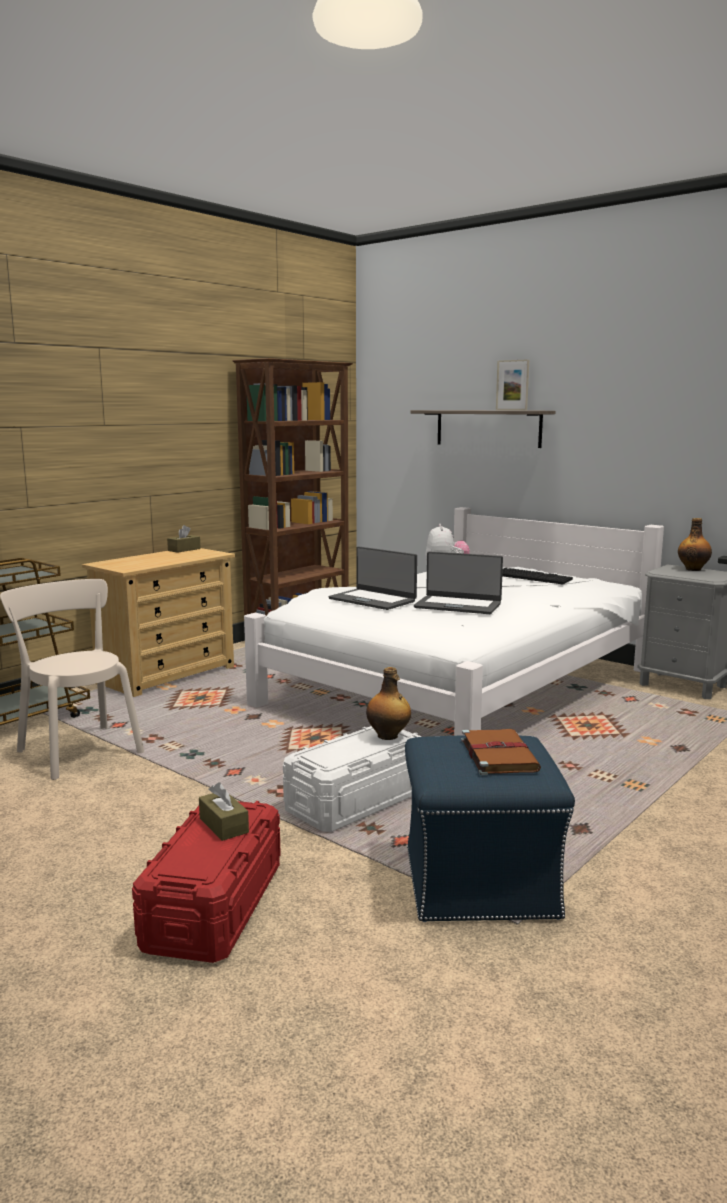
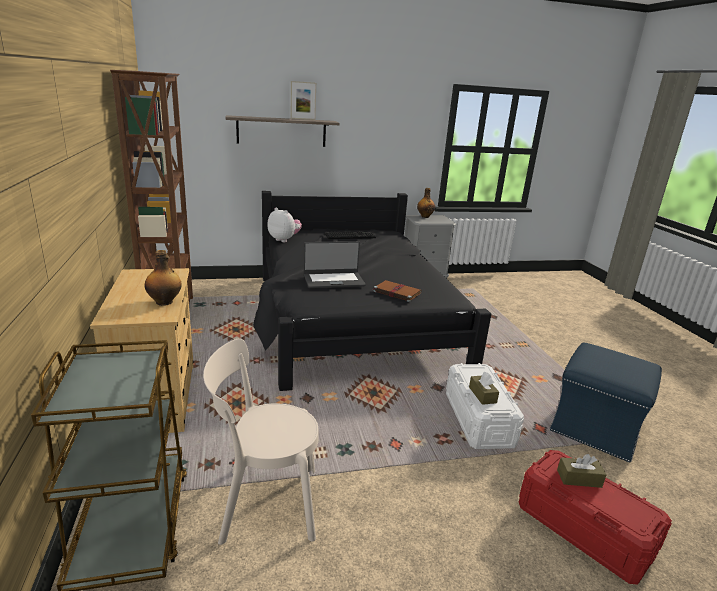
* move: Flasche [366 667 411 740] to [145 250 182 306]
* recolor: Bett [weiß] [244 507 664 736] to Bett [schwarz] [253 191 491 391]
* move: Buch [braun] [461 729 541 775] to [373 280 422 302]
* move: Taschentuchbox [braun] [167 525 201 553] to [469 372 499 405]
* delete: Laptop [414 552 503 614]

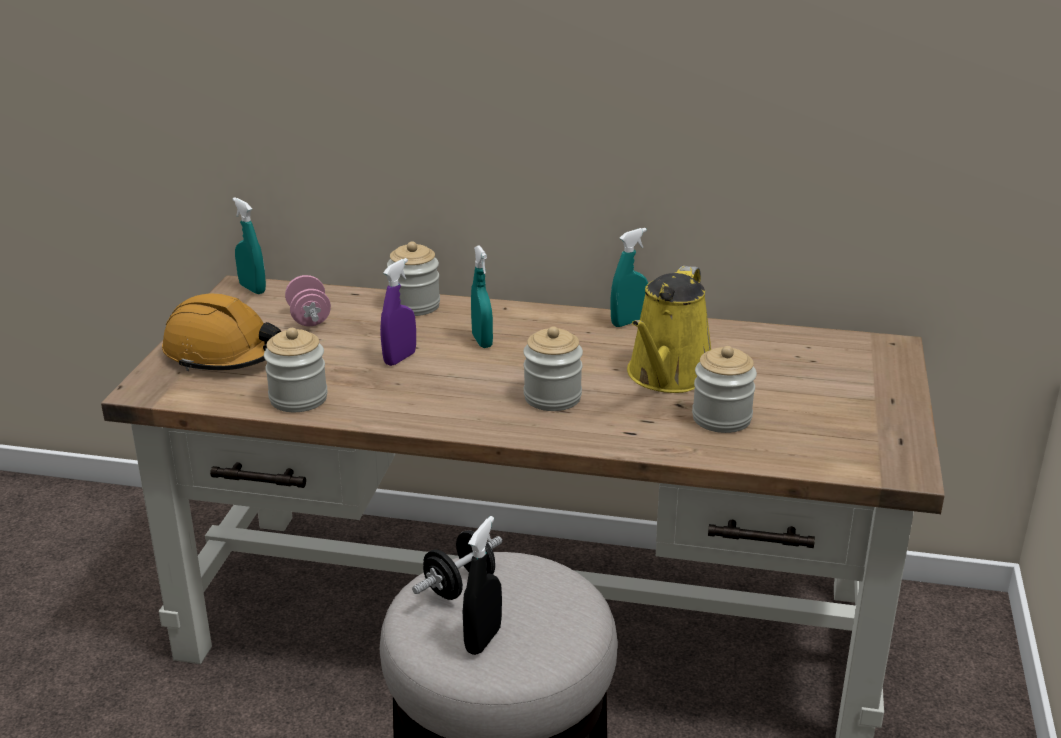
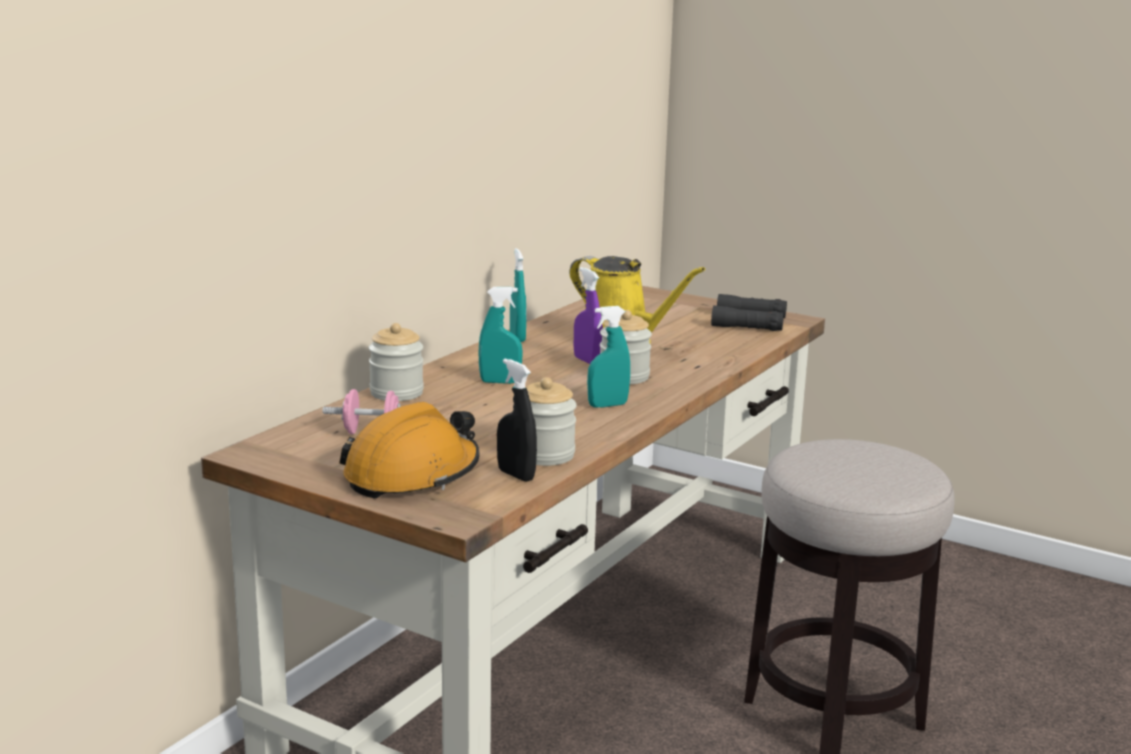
* move: Sprühflasche [schwarz] [463 516 502 655] to [497 358 537 482]
* move: Sprühflasche [lila] [380 258 416 366] to [574 267 603 364]
* move: Sprühflasche [türkis] [233 197 266 294] to [587 306 630 408]
* insert: Fernglas [schwarz] [711 294 787 331]
* delete: Hantel [schwarz] [412 530 502 600]
* delete: Vorratsglas [692 346 757 433]

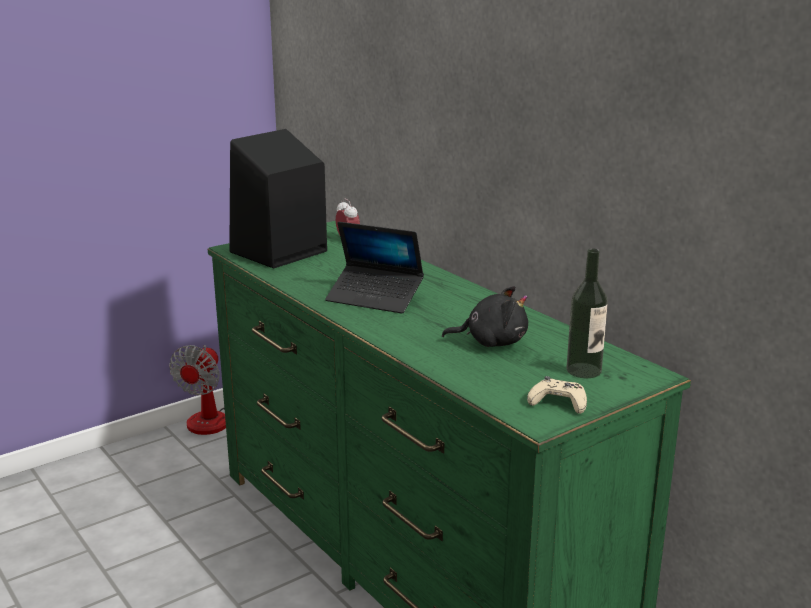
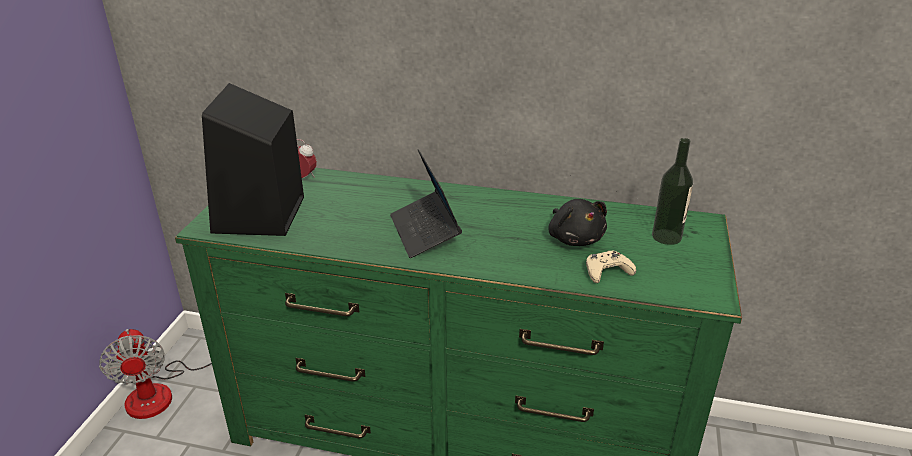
* rotate: Laptop [325 222 424 313] = [390 149 462 258] 90 degrees clockwise
* rotate: Plüschtier [schwarz] [442 286 528 347] = [549 199 607 246] 105 degrees clockwise
* move: Gamepad [beige] [527 376 587 414] to [586 251 636 283]

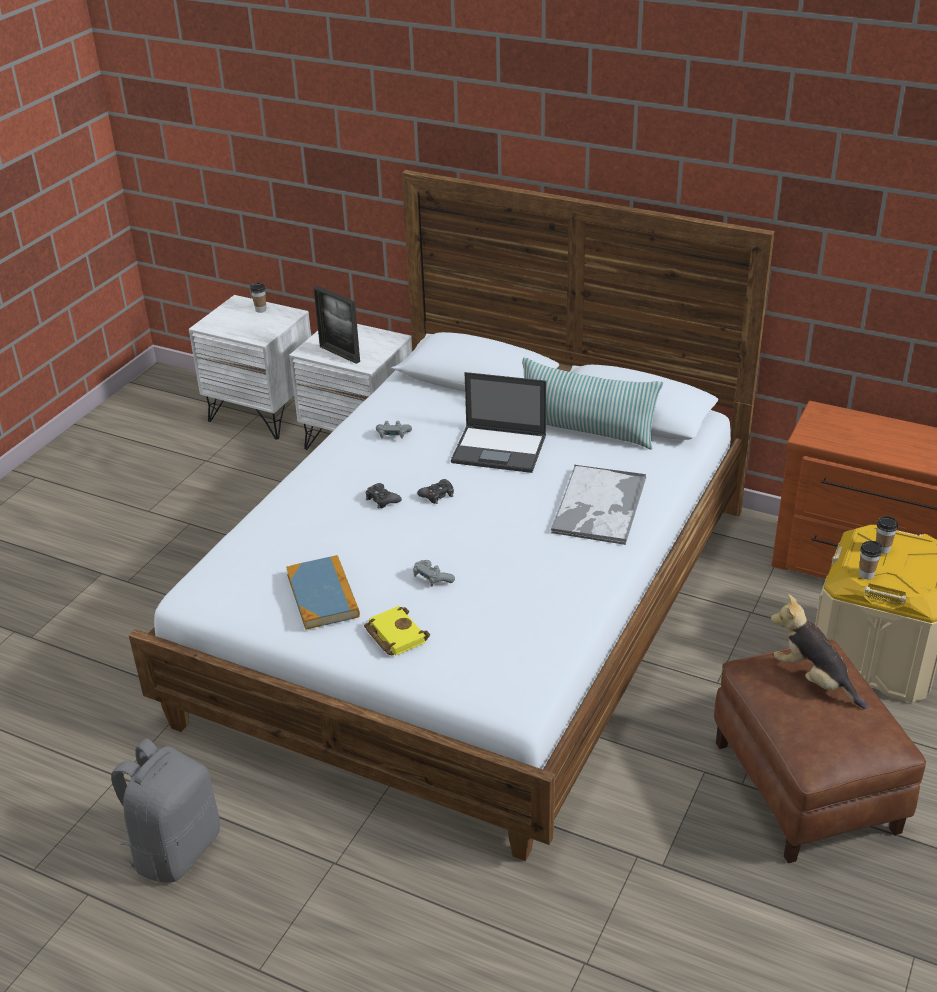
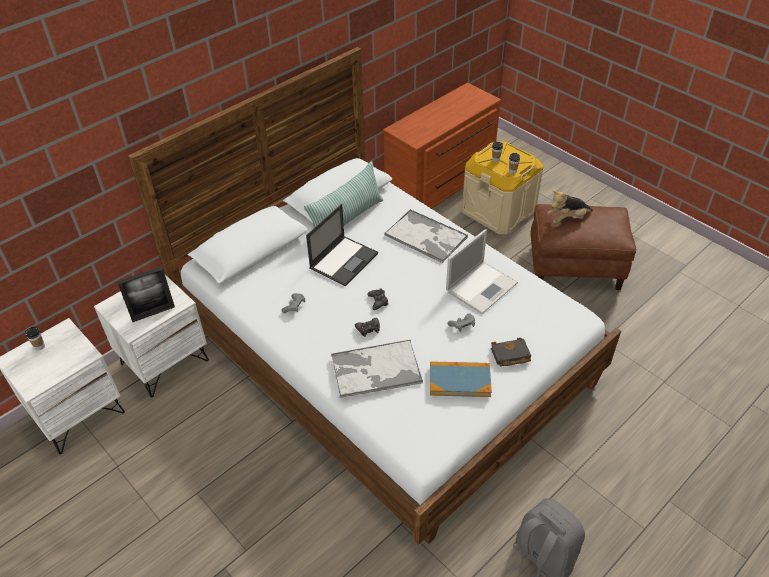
* insert: Tablett [331 340 423 398]
* insert: Laptop [446 229 518 314]
* recolor: Buch [gelb] [364 606 430 656] to Buch [schwarz] [491 337 531 367]

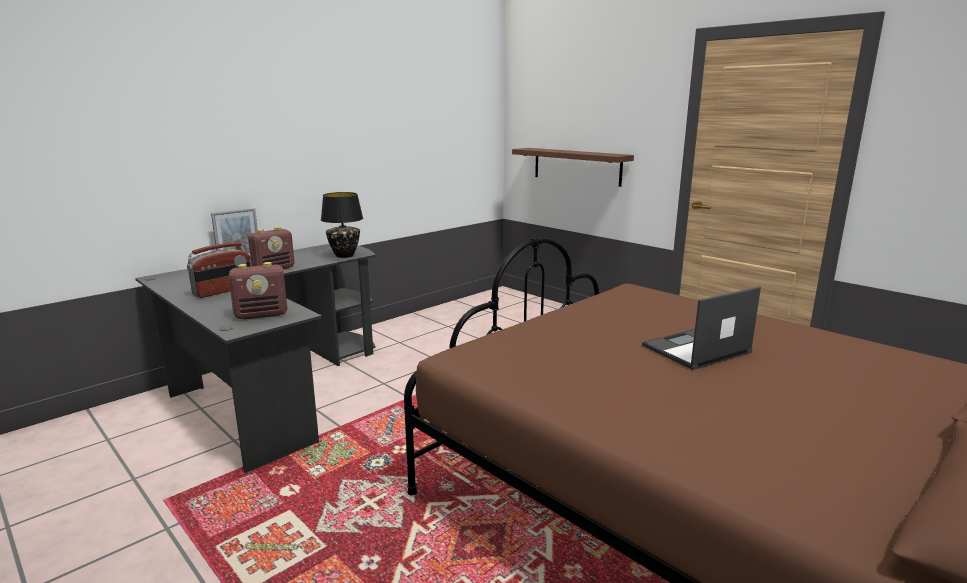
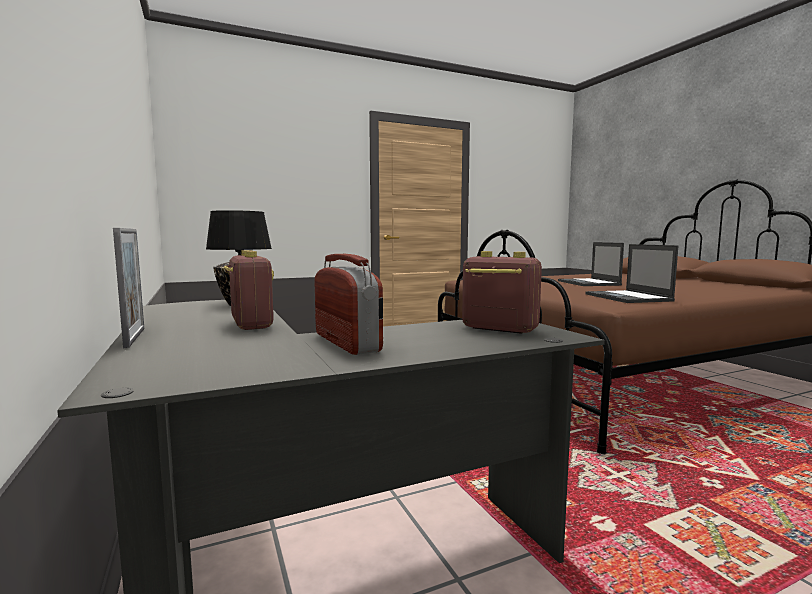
* rotate: Radio [229 262 287 320] = [462 251 542 334] 60 degrees counterclockwise
* insert: Laptop [585 244 678 303]
* delete: Wandregal [braun] [512 148 634 187]

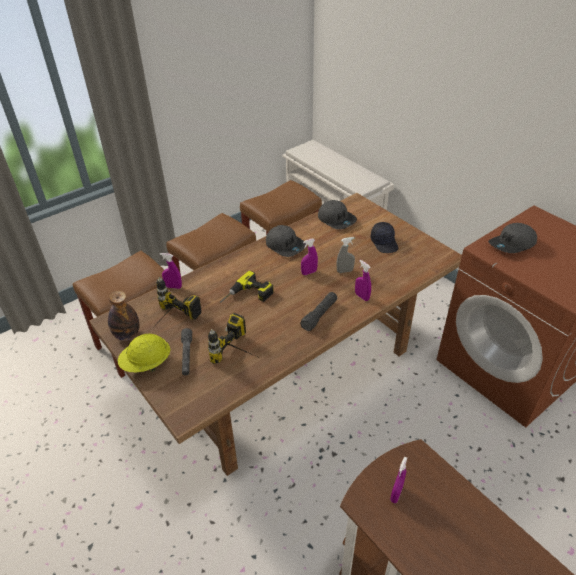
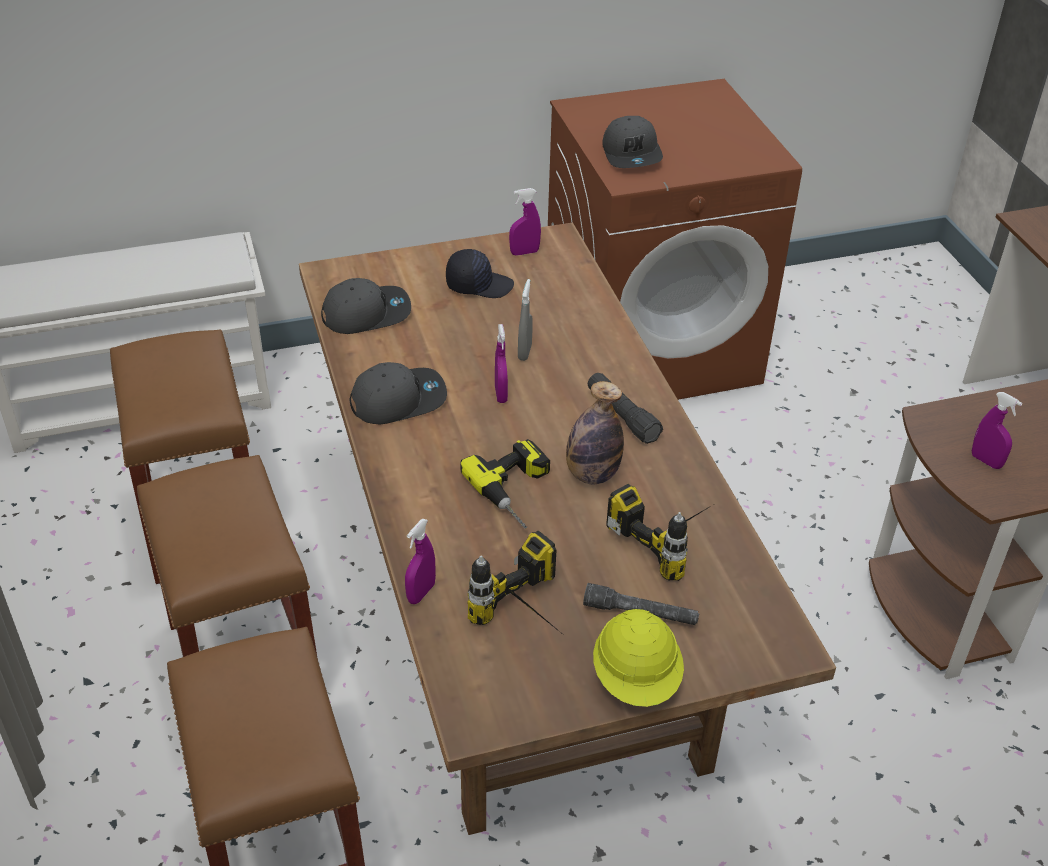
* move: Sprühflasche [lila] [355 260 371 301] to [509 188 541 256]
* move: Flasche [108 290 139 341] to [566 381 624 485]

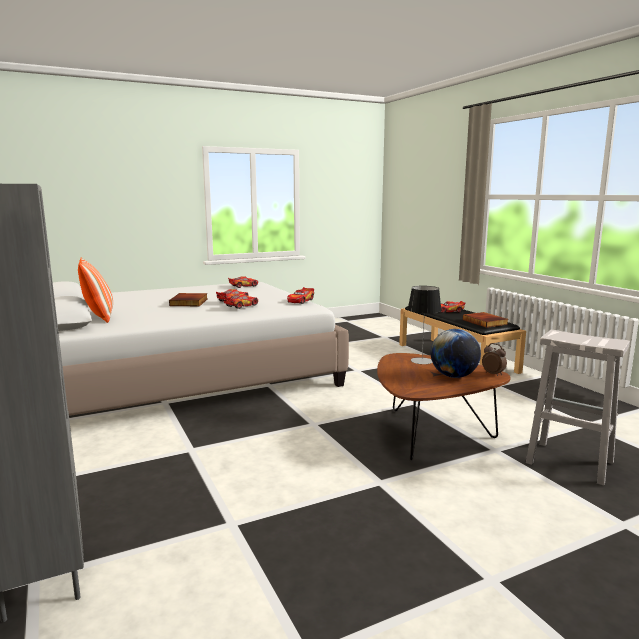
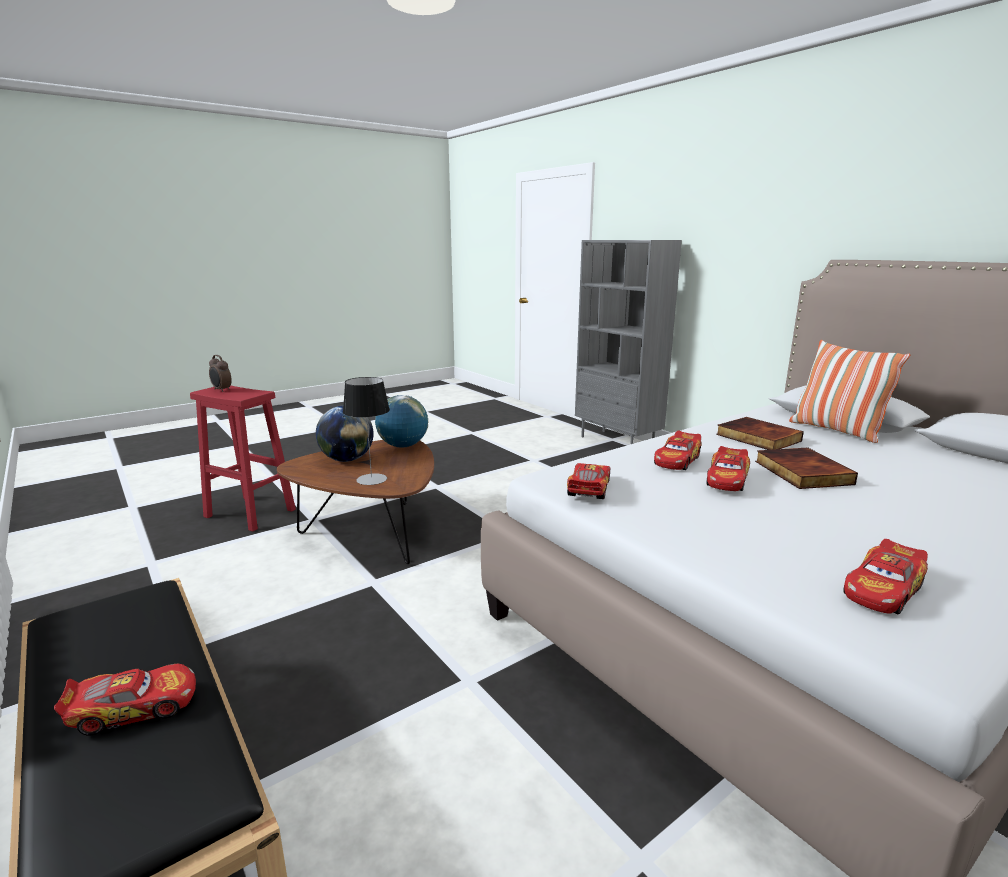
* recolor: Hocker [weiß] [526 330 630 486] to Hocker [rot] [190 386 296 532]
* move: Wecker [482 343 507 376] to [209 355 232 392]
* insert: Globus [375 395 428 447]
* move: Buch [463 312 508 328] to [716 417 804 450]

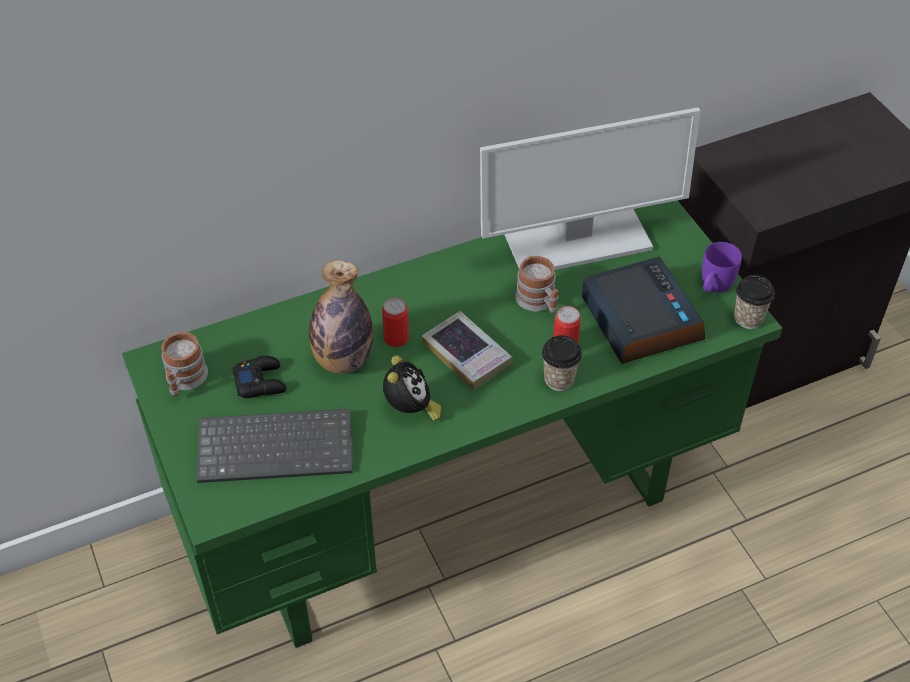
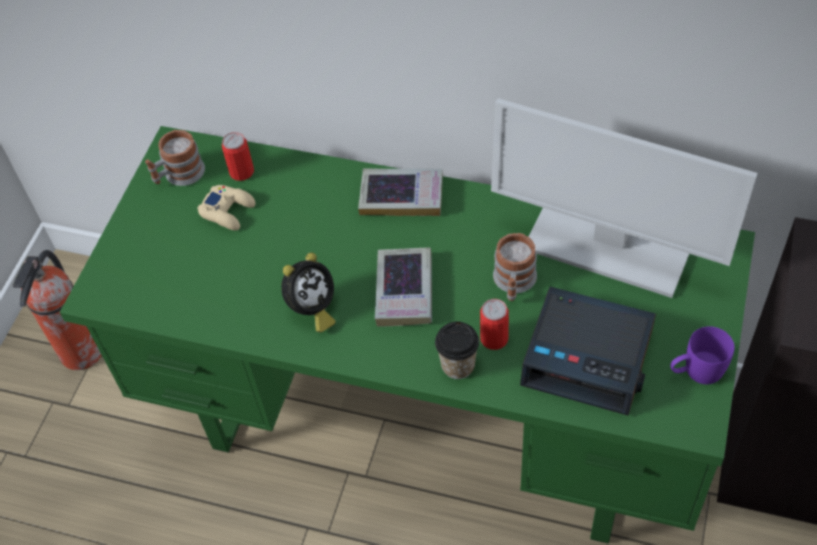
* insert: Feuerlöscher [13 250 101 370]
* recolor: Gamepad [schwarz] [232 356 286 398] to Gamepad [beige] [197 185 256 231]
* move: Dose [382 298 409 347] to [222 132 254 181]
* insert: Buch [358 169 443 216]
* rotate: Wecker [582 257 705 364] = [520 287 656 415] 90 degrees clockwise
* delete: Tastatur [197 409 352 483]
* delete: Flasche [309 260 373 374]
* delete: Tasse [734 275 775 329]

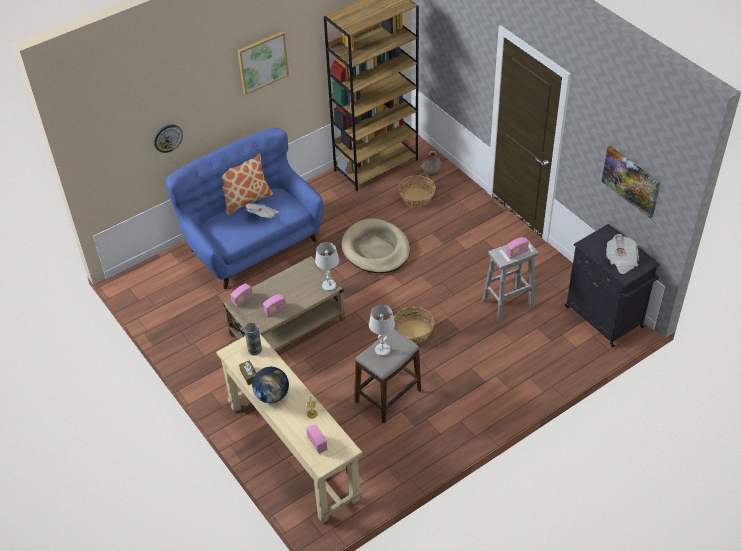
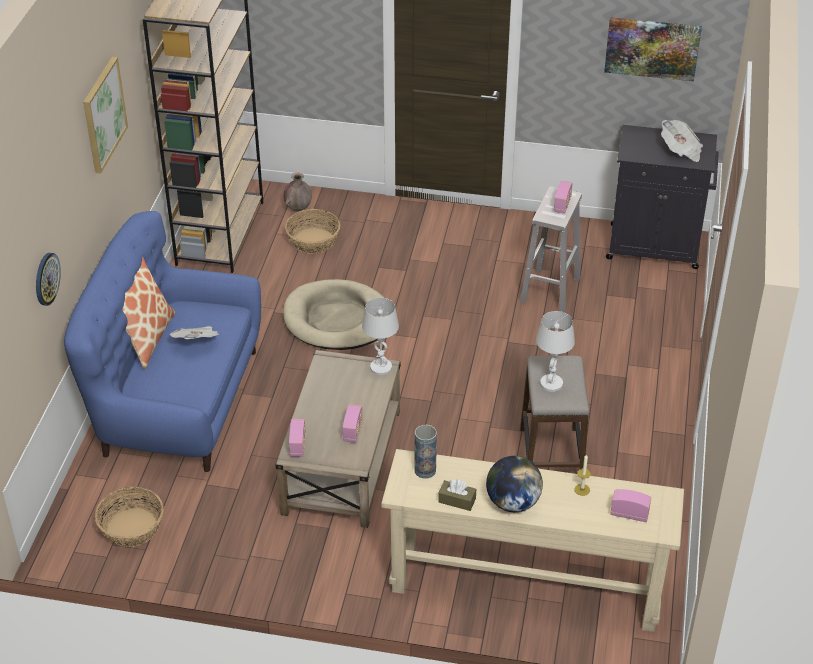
* move: Korb [394 307 434 344] to [95 487 164 547]

